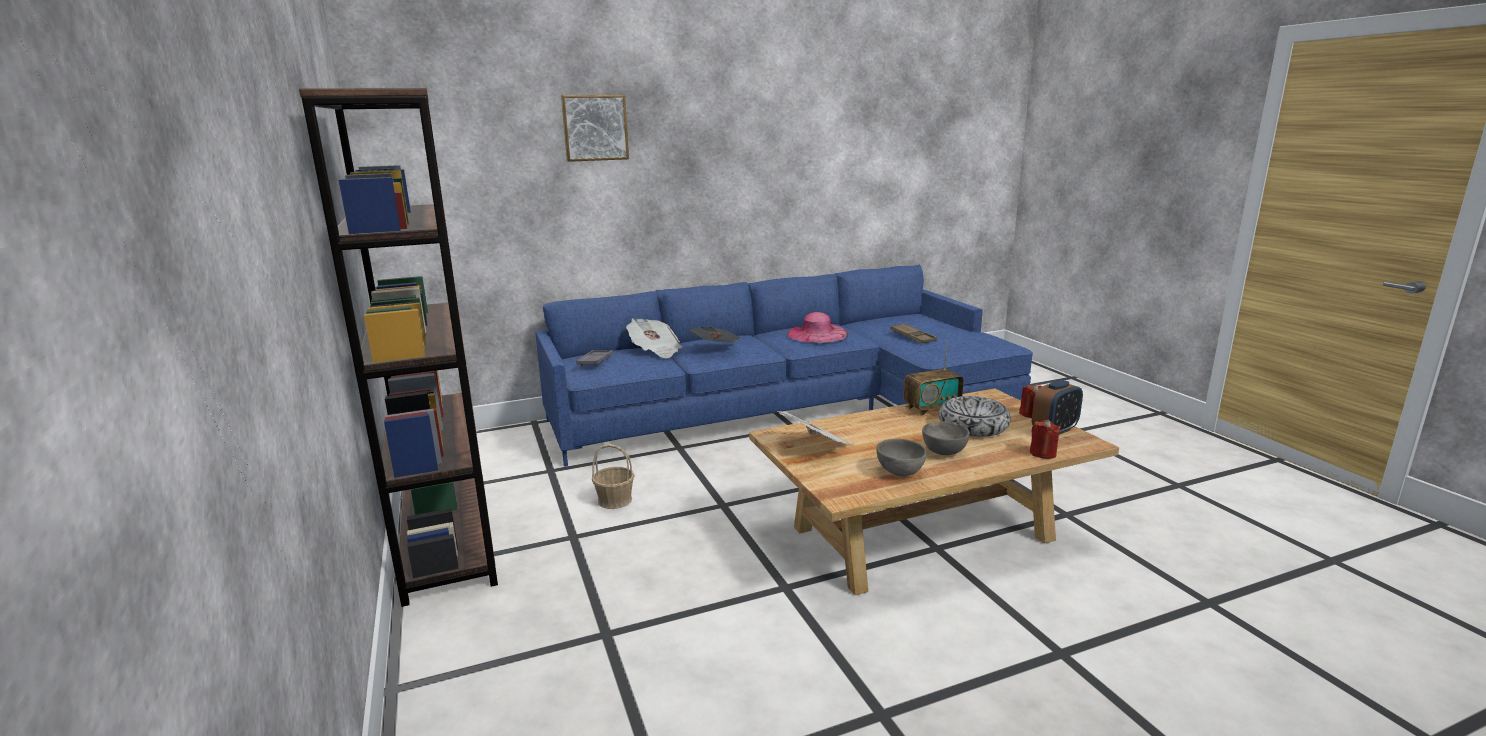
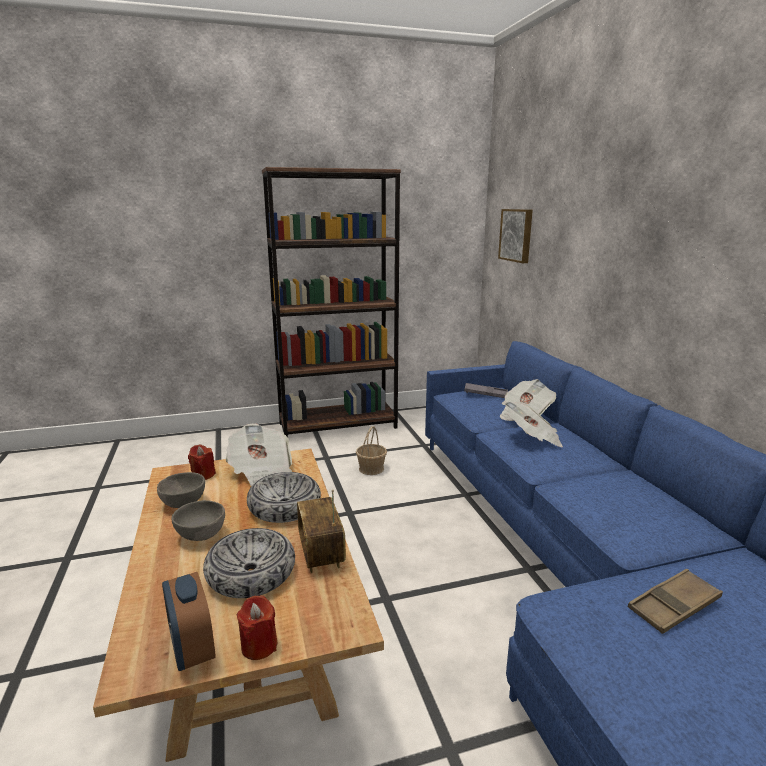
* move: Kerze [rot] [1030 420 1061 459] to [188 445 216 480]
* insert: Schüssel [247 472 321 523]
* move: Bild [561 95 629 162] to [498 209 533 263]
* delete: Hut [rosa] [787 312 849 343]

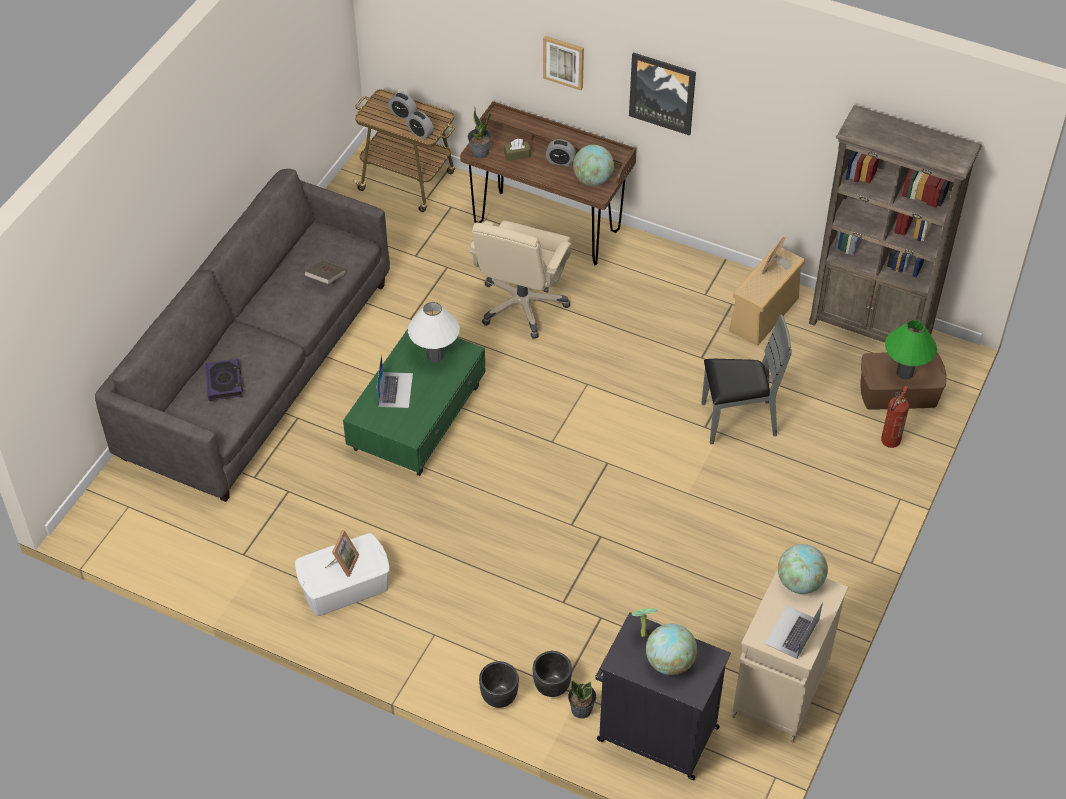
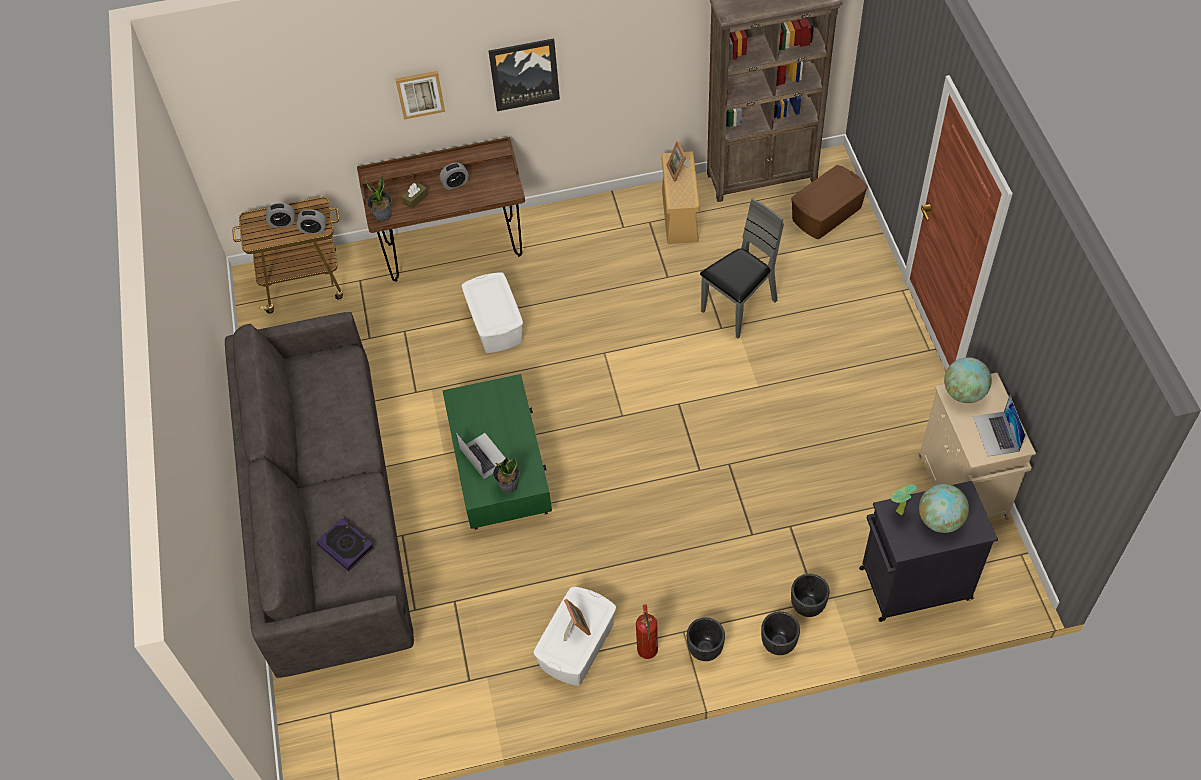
* replace: Bürostuhl [beige] [469 220 571 339] to Aufbewahrungsbox [weiß] [462 272 523 353]
* move: Topfpflanze [568 680 596 719] to [493 457 520 493]
* move: Feuerlöscher [881 386 909 448] to [636 604 658 659]
* insert: Pflanzkübel [schwarz] [687 617 725 661]
* delete: Buch [braun] [304 260 346 284]
* delete: Tischlampe [weiß] [408 302 460 363]
* delete: Globus [573 145 614 186]
* delete: Tischlampe [grün] [885 320 937 379]

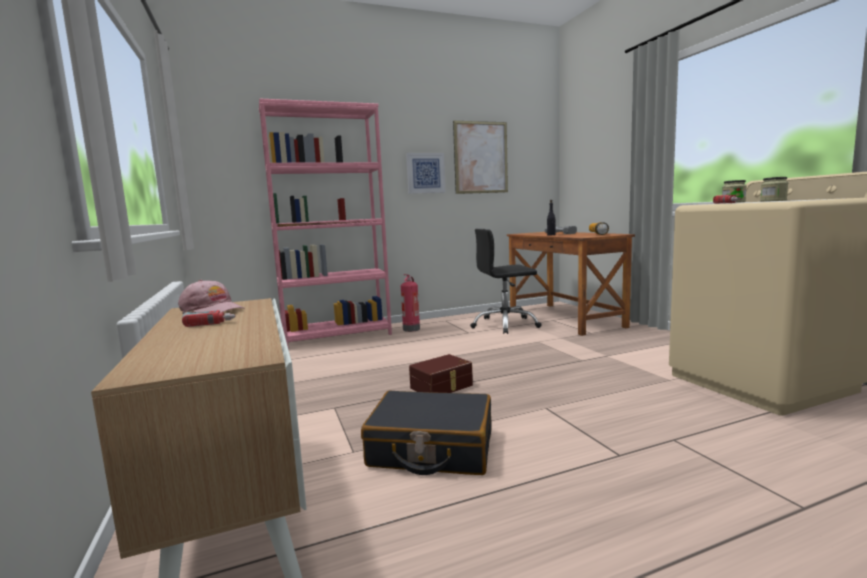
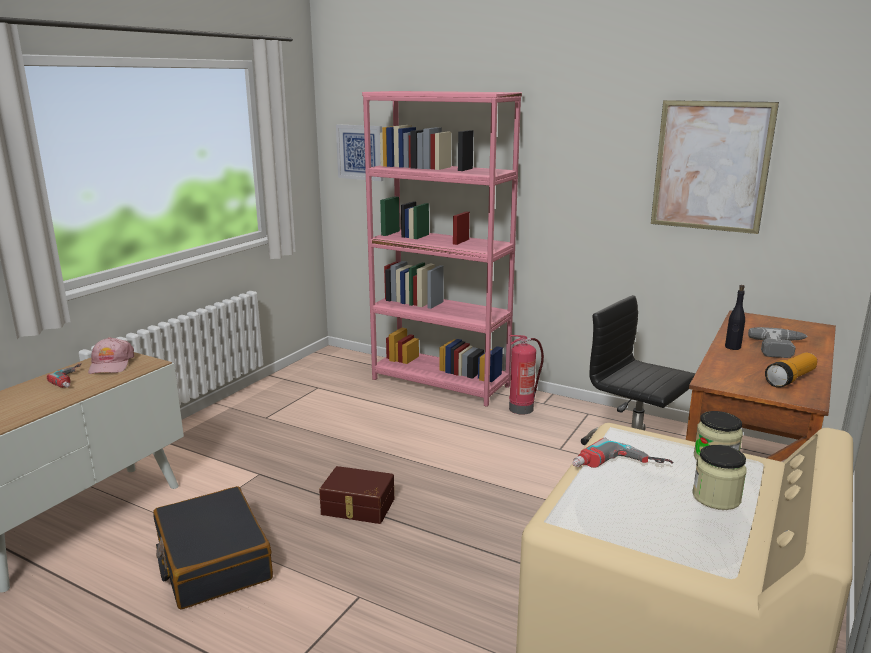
* move: Bild [406 153 445 194] to [336 124 383 181]

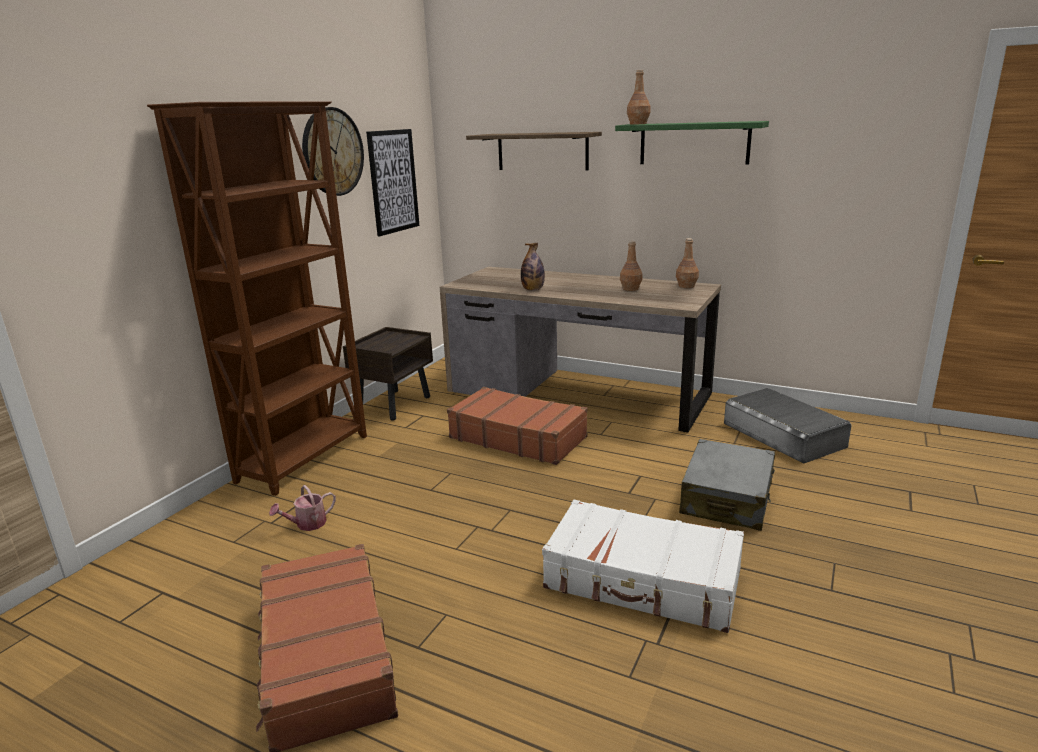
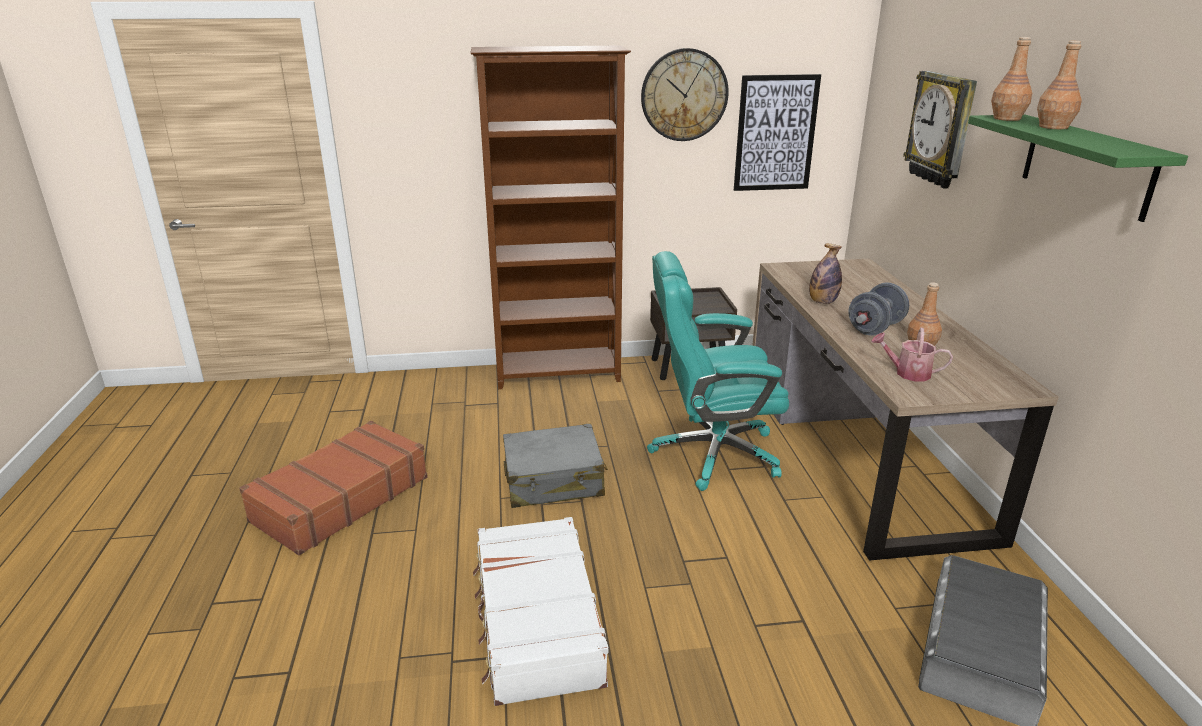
* move: Koffer [grau] [679 439 775 531] to [503 424 608 508]
* replace: Koffer [braun] [447 387 588 465] to Bürostuhl [türkis] [647 251 789 491]
* insert: Hantel [grau] [849 282 909 336]
* move: Gießkanne [269 485 336 531] to [871 328 953 381]
* replace: Wandregal [466 132 602 171] to Wanduhr [903 71 977 189]
* move: Flasche [braun] [676 238 699 288] to [1037 41 1082 129]

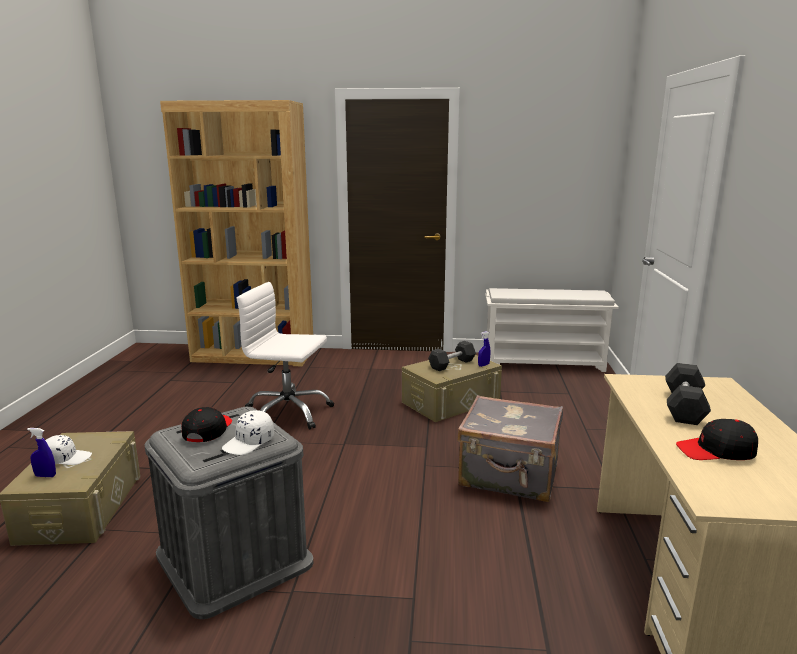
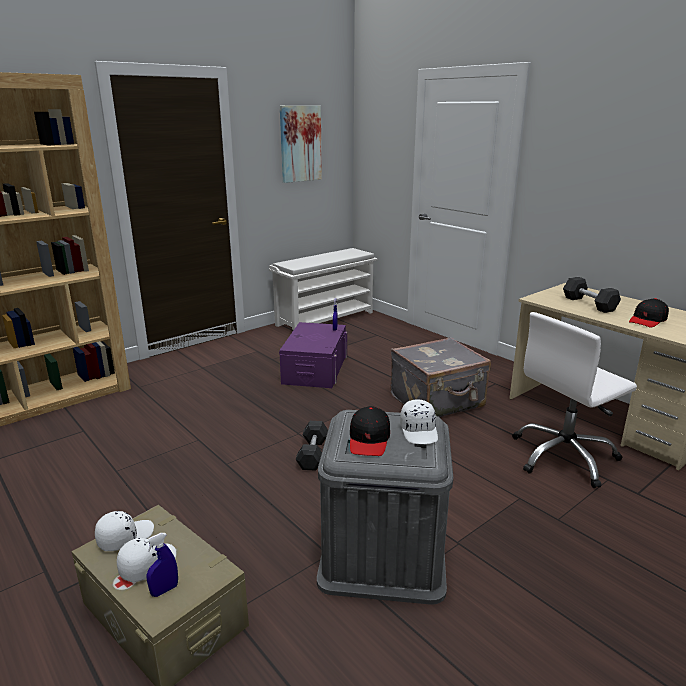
* insert: Kappe [weiß] [95 511 154 551]
* recolor: Aufbewahrungsbox [beige] [402 355 502 422] to Aufbewahrungsbox [lila] [279 322 347 388]
* insert: Bild [280 106 322 183]
* move: Hantel [grau] [428 341 476 371] to [295 421 328 471]
* rotate: Kappe [schwarz] [181 407 232 442] = [350 406 390 456] 135 degrees counterclockwise
* move: Bürostuhl [weiß] [237 282 334 430] to [512 312 637 488]

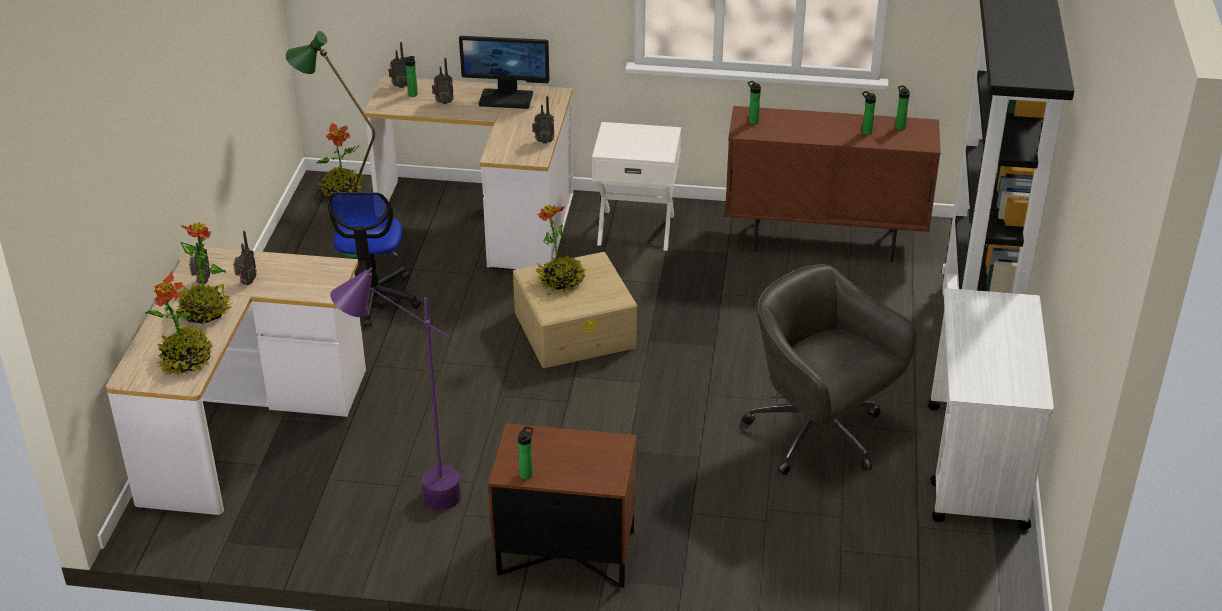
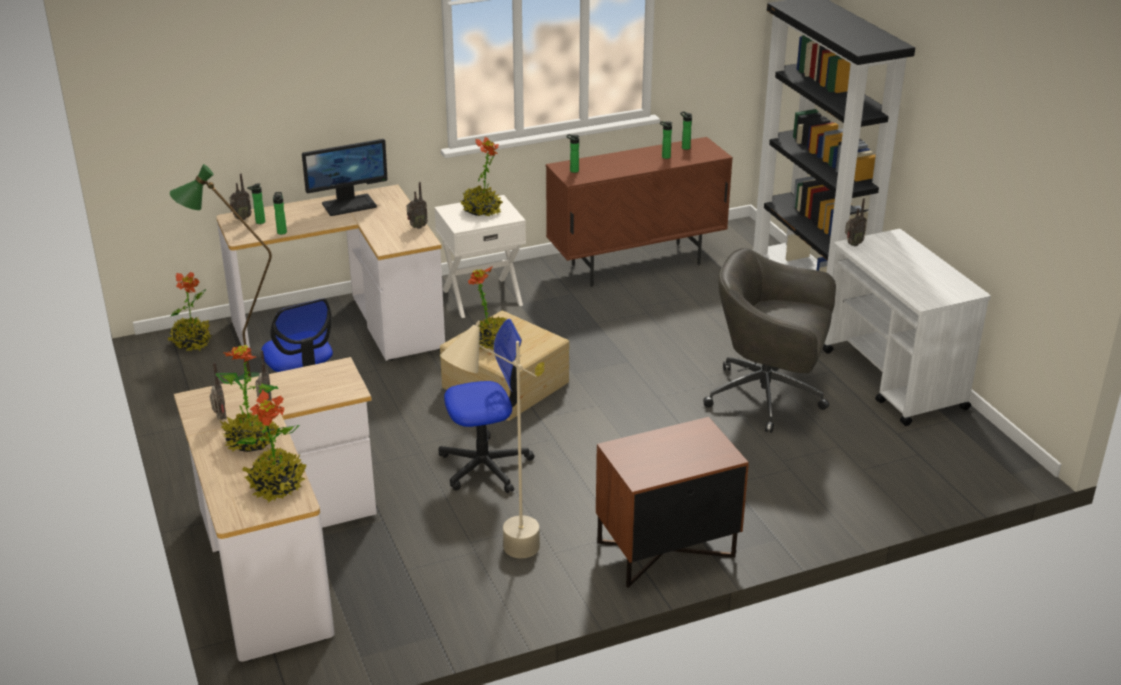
* move: Flasche [518 426 533 480] to [273 192 287 235]
* insert: Bürostuhl [439 319 534 493]
* recolor: Stehlampe [lila] [330 267 461 510] to Stehlampe [beige] [440 321 540 559]
* insert: Topfpflanze [461 137 503 216]
* move: Radio [432 58 454 104] to [845 198 867 246]

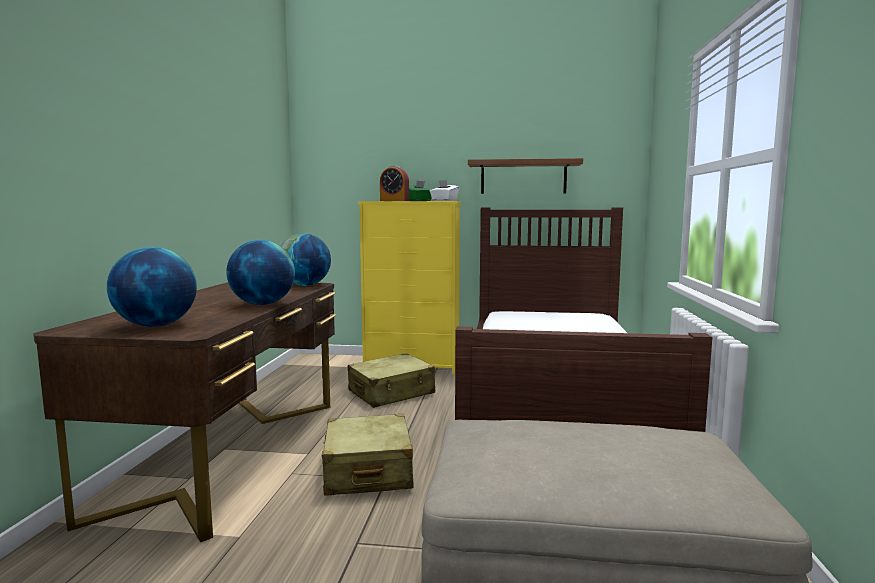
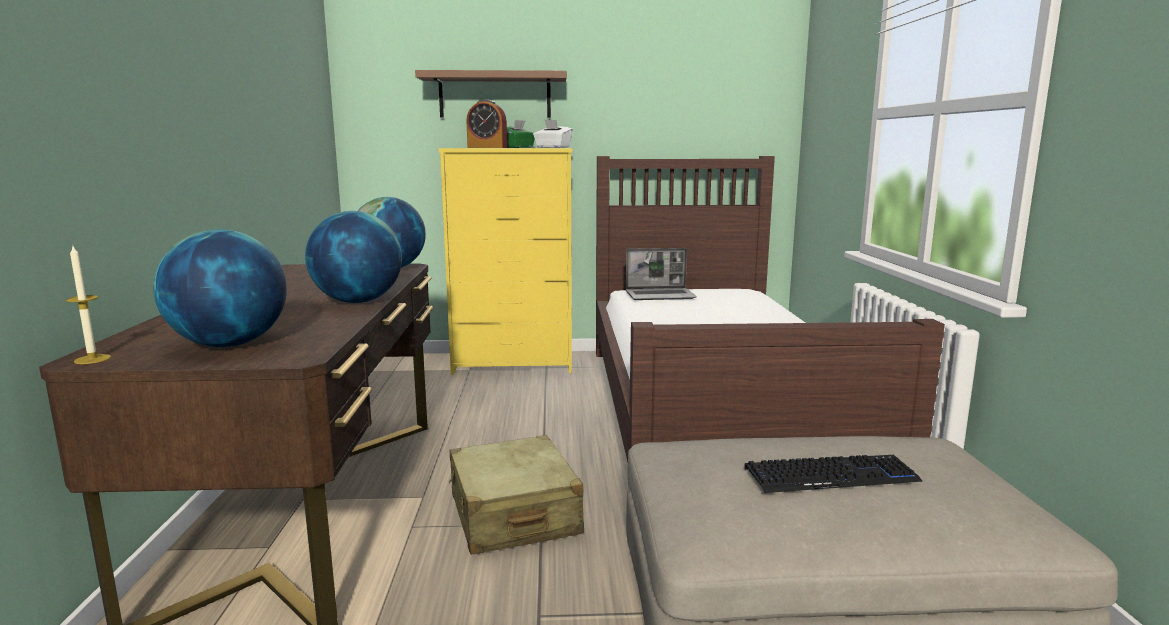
* insert: Kerze [66 246 111 364]
* move: Wandregal [braun] [468 158 583 194] to [415 70 567 118]
* insert: Laptop [626 248 697 300]
* insert: Tastatur [744 455 923 493]
* delete: Koffer [beige] [348 353 435 408]

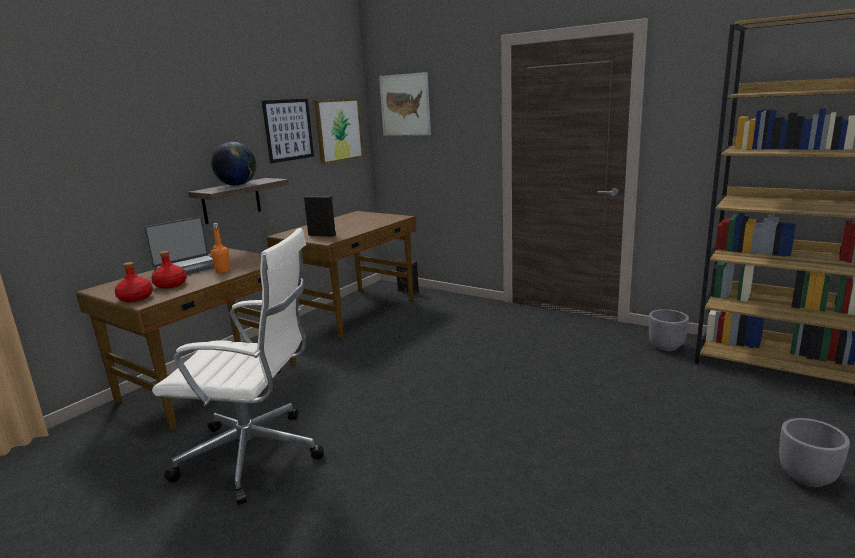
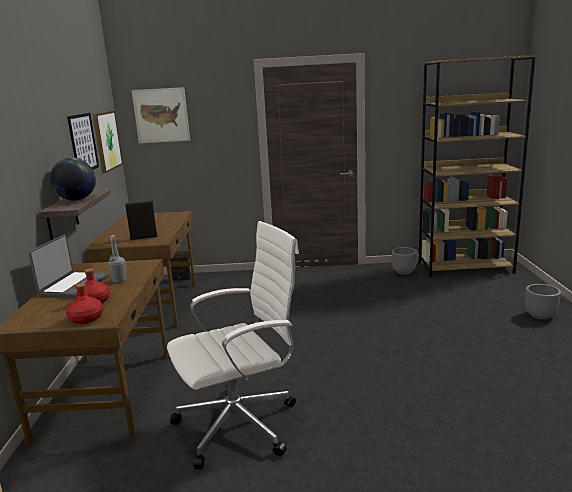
* recolor: Flasche [orange] [211 223 231 273] to Flasche [grau] [108 235 126 283]

